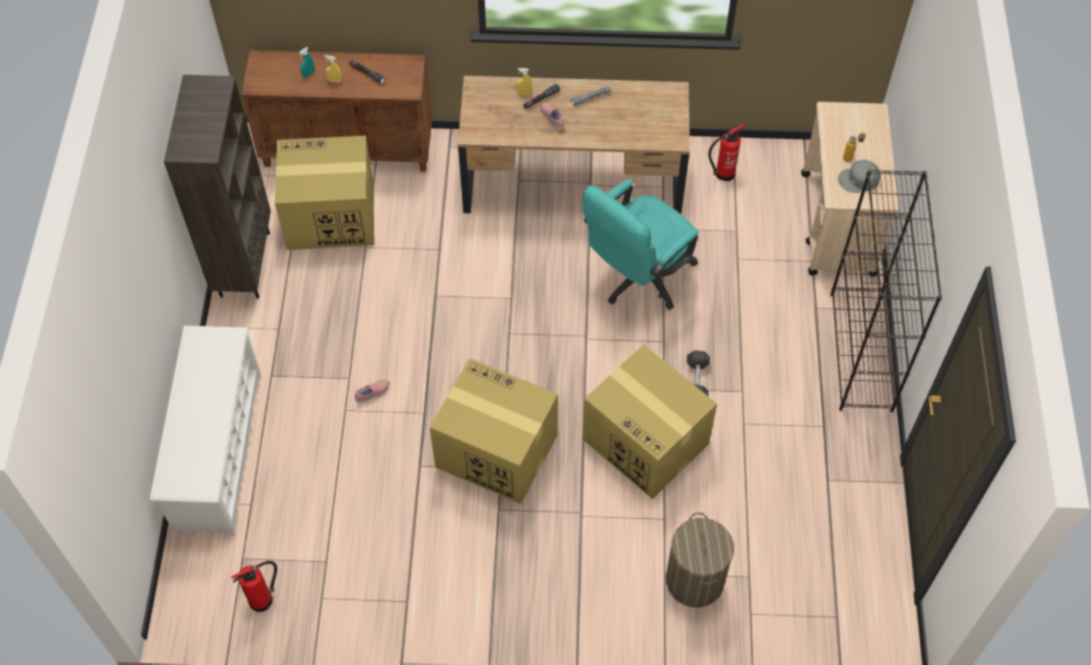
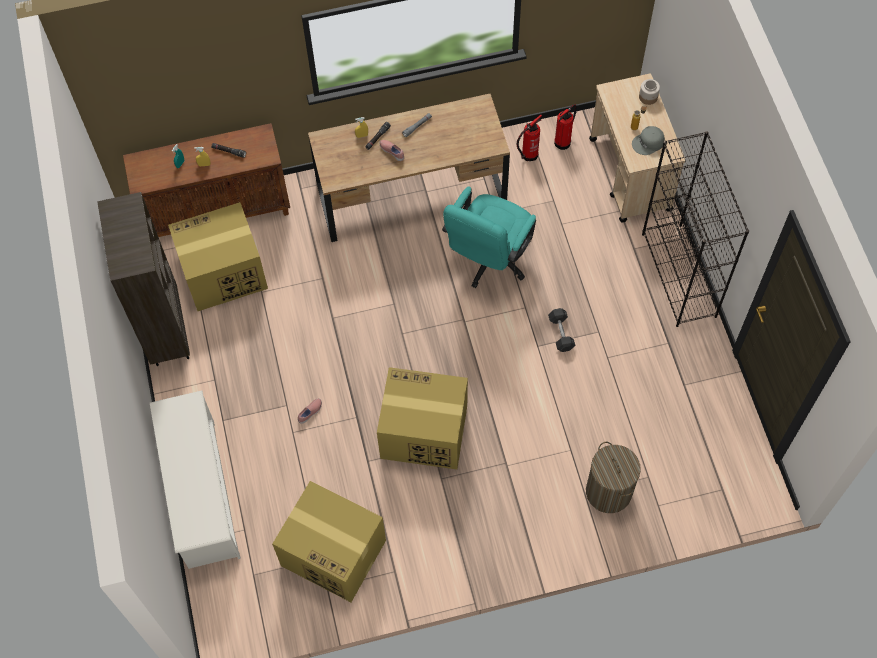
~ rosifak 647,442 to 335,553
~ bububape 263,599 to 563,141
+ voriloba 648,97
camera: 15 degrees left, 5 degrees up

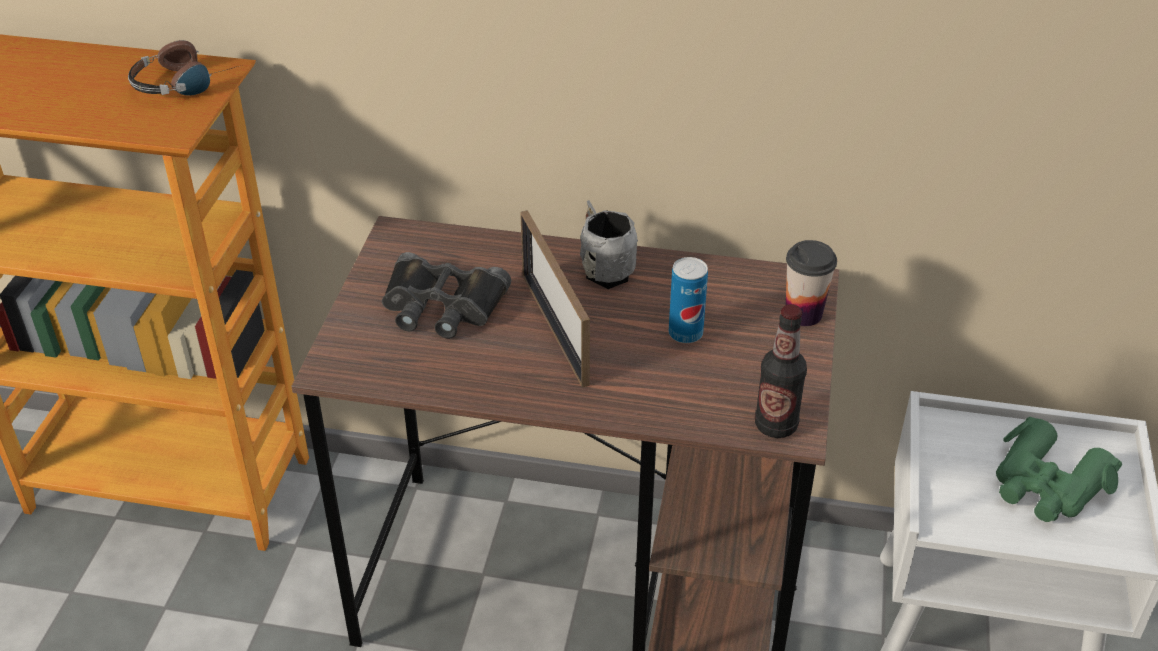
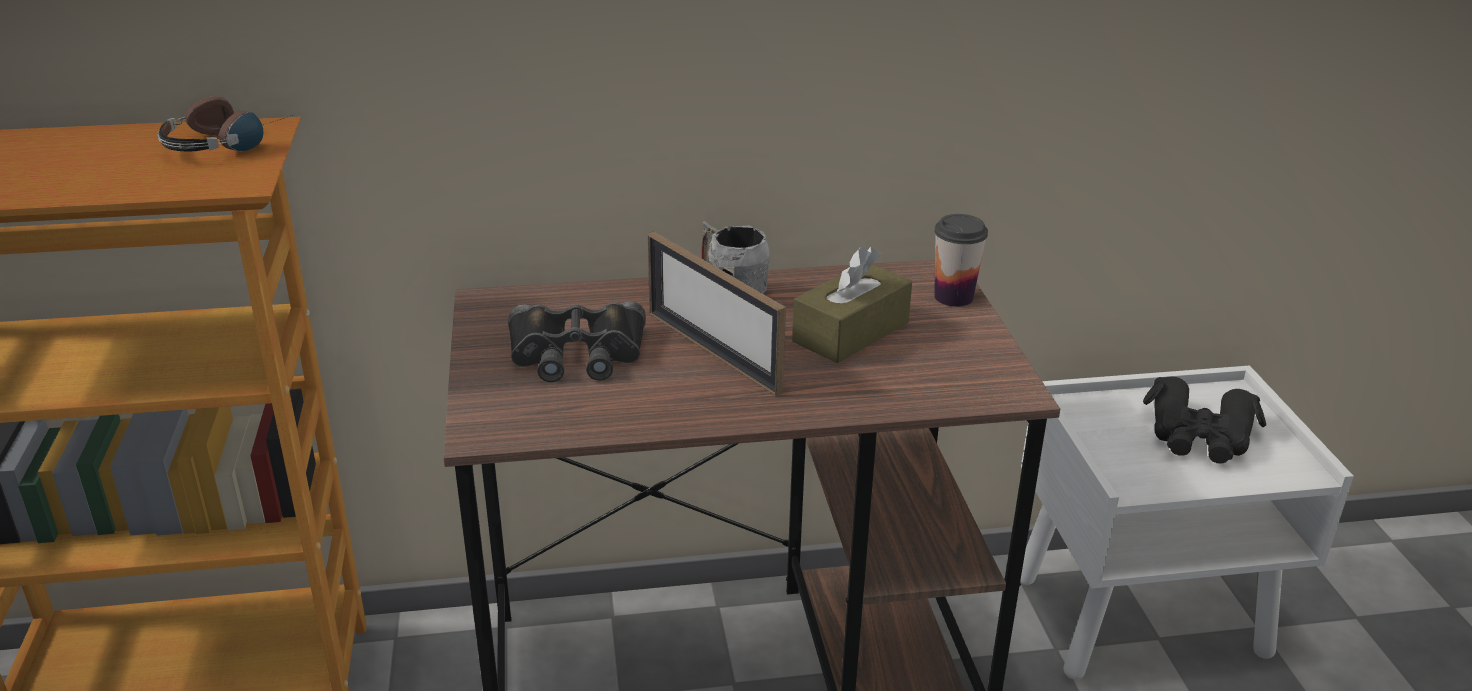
~ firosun 685,333 to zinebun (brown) 851,332
- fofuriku 775,425
~ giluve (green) 1046,485 to giluve (black) 1199,435
camera: 20 degrees left, 10 degrees down

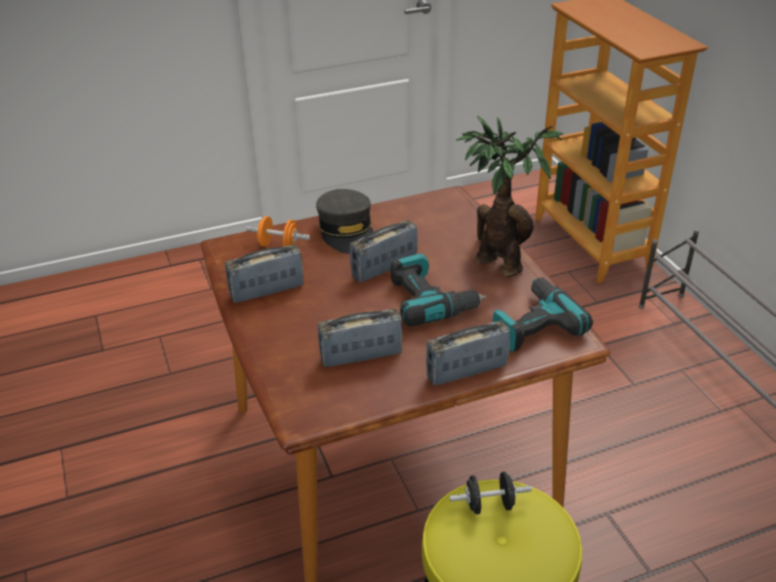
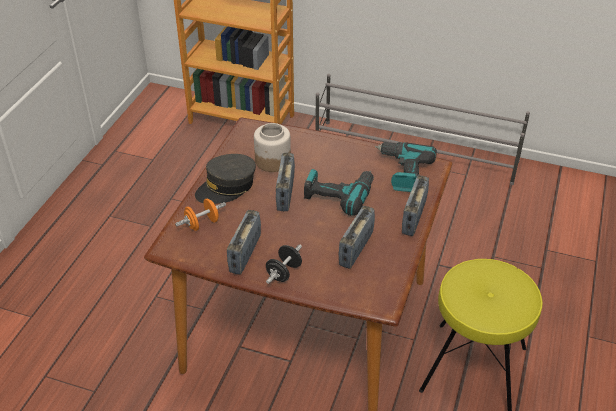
- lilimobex 496,261
~ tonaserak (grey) 346,231 = 226,187 120 degrees clockwise
~ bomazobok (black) 489,505 to 284,272
+ voriloba 272,160
camera: 50 degrees left, 5 degrees up

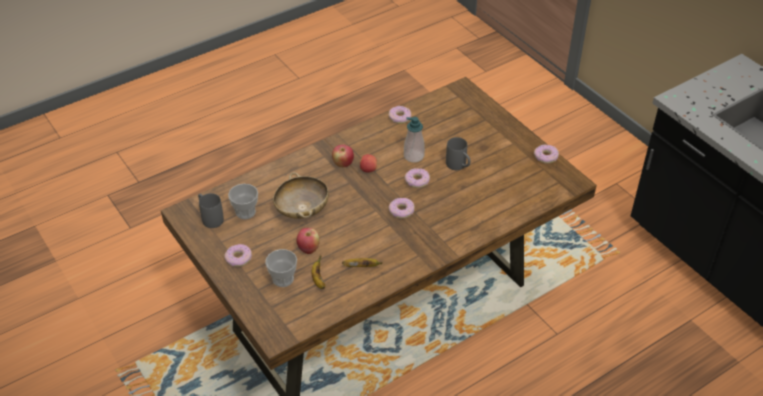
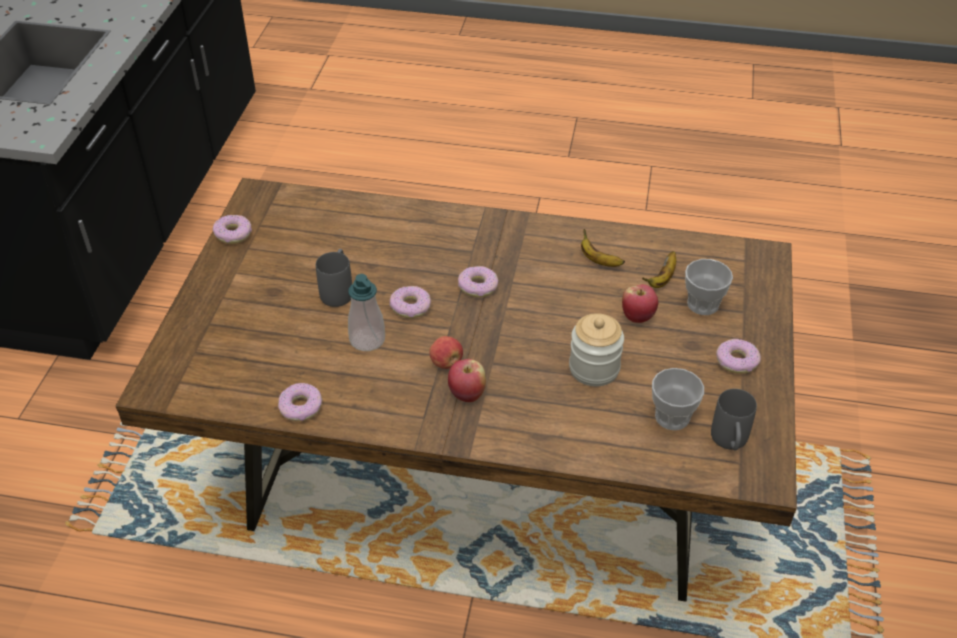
~ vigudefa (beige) 302,210 to voriloba 594,368
camera: 135 degrees left, 0 degrees up

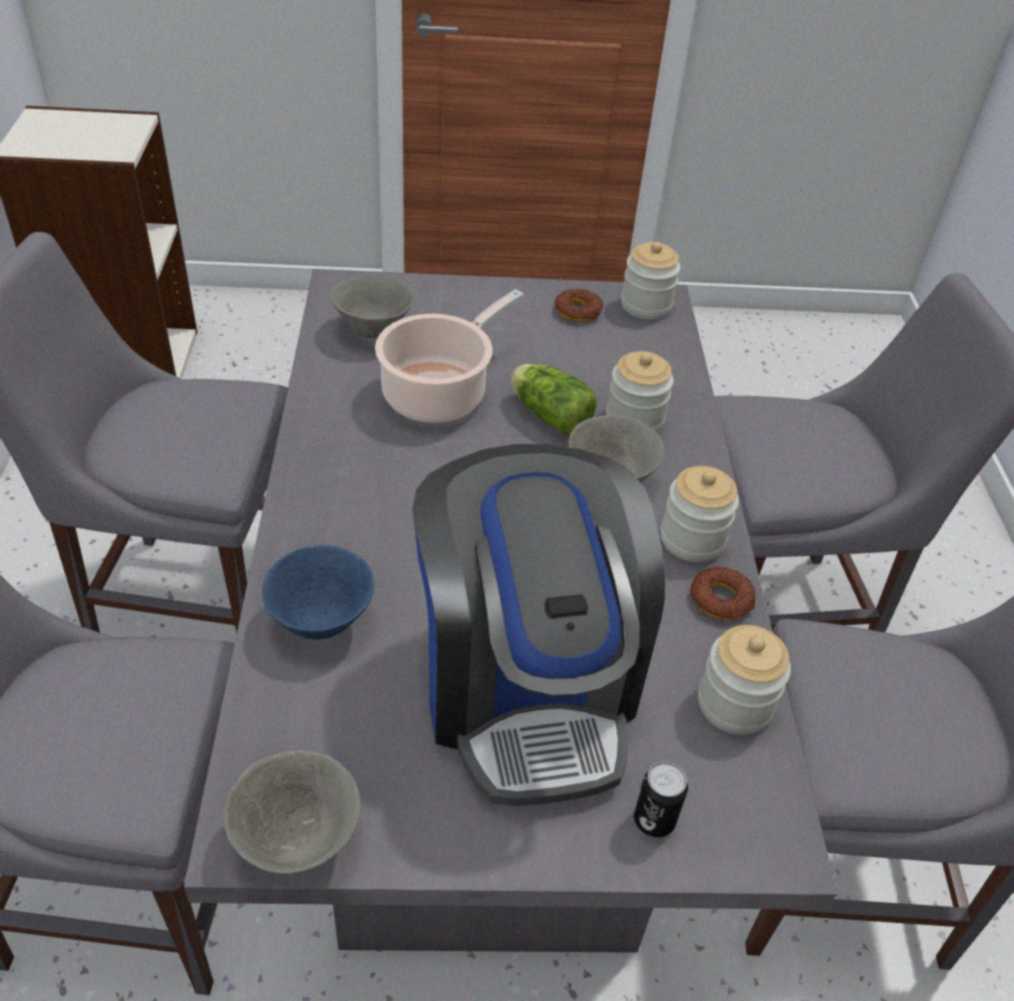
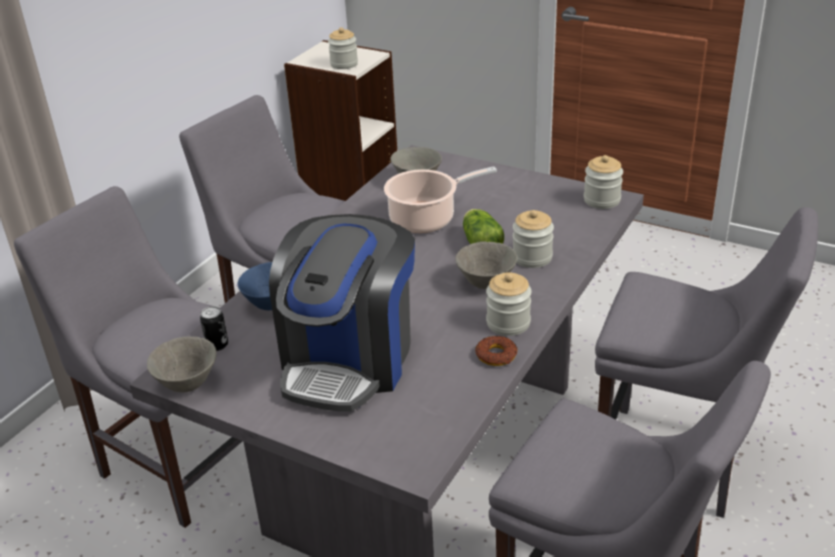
- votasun 578,311
~ voriloba 734,704 to 344,64
~ firosun 654,819 to 217,345
camera: 35 degrees right, 10 degrees down

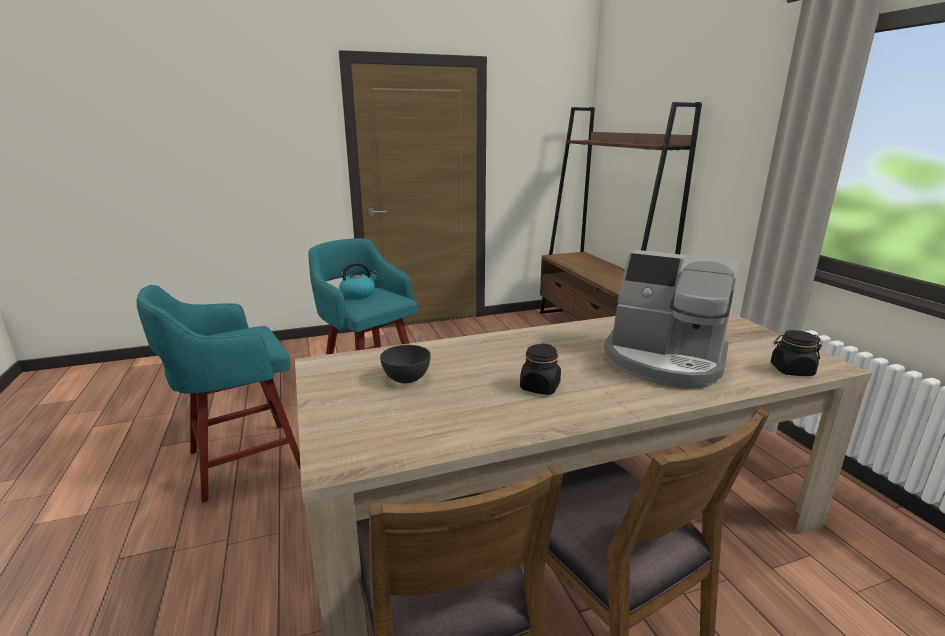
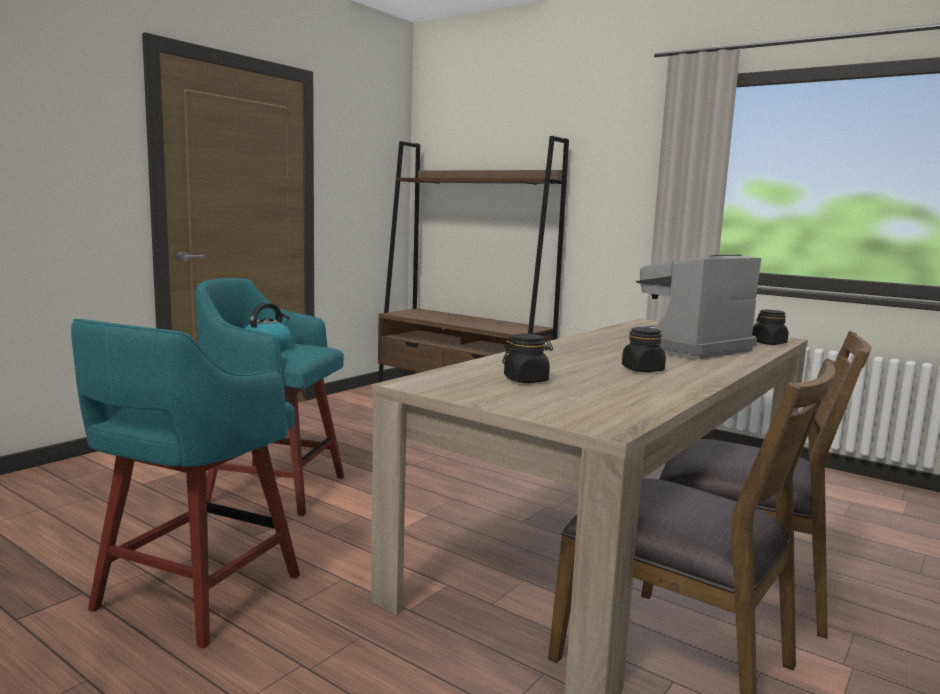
~ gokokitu 664,360 = 687,347 150 degrees clockwise
~ vigudefa (grey) 406,379 to voriloba (black) 526,380
camera: 35 degrees left, 10 degrees down

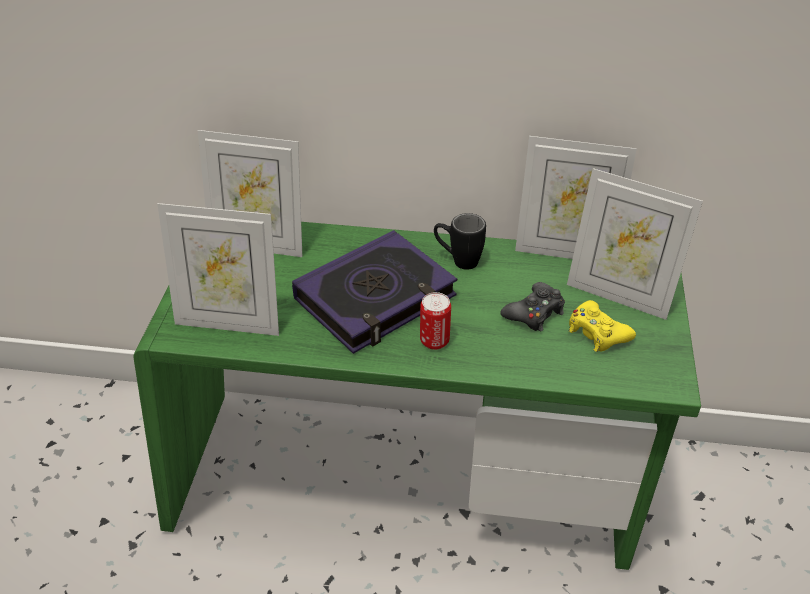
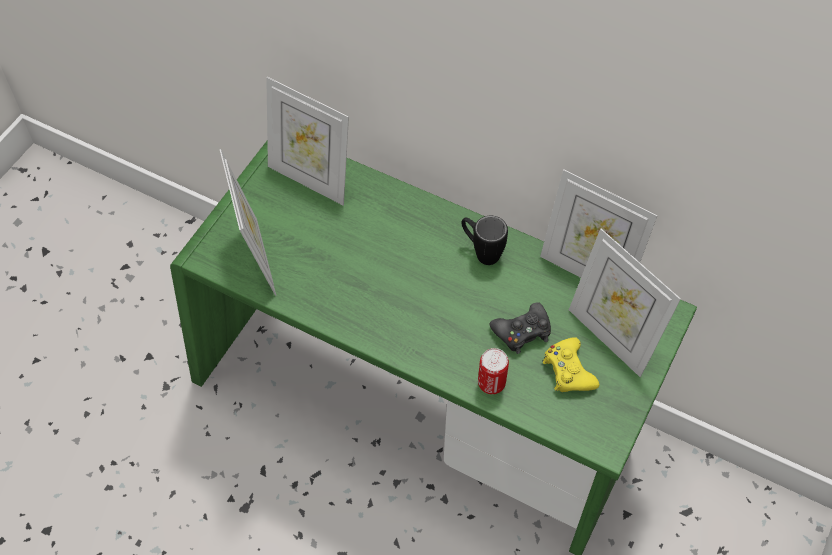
~ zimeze 229,322 = 256,258 135 degrees counterclockwise
- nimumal 375,299
~ firosun 434,341 to 491,383
camera: 20 degrees right, 15 degrees up

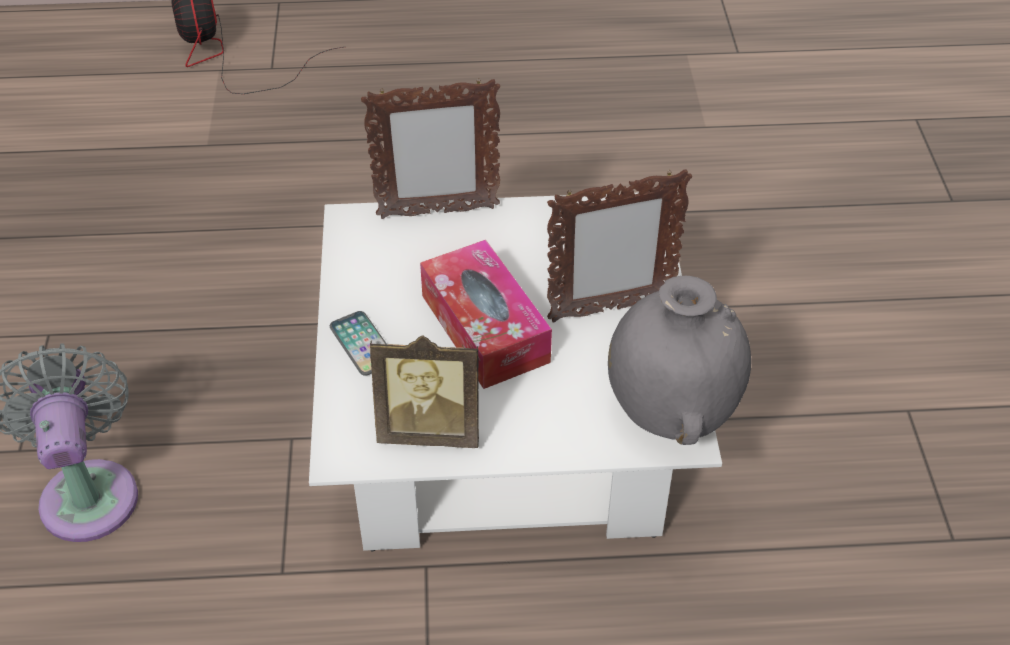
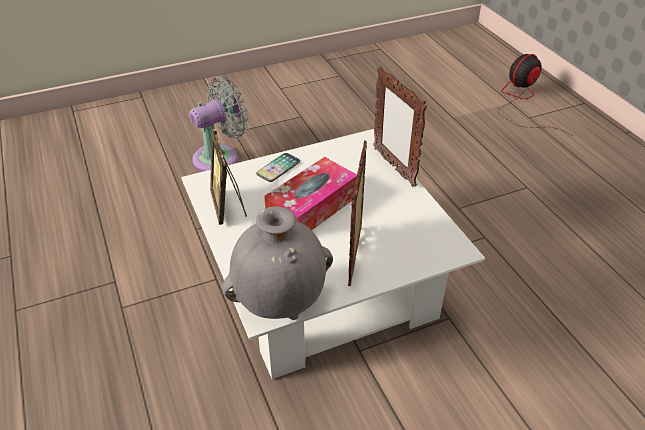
~ zimeze 609,309 = 356,255 45 degrees clockwise
camera: 70 degrees right, 5 degrees down

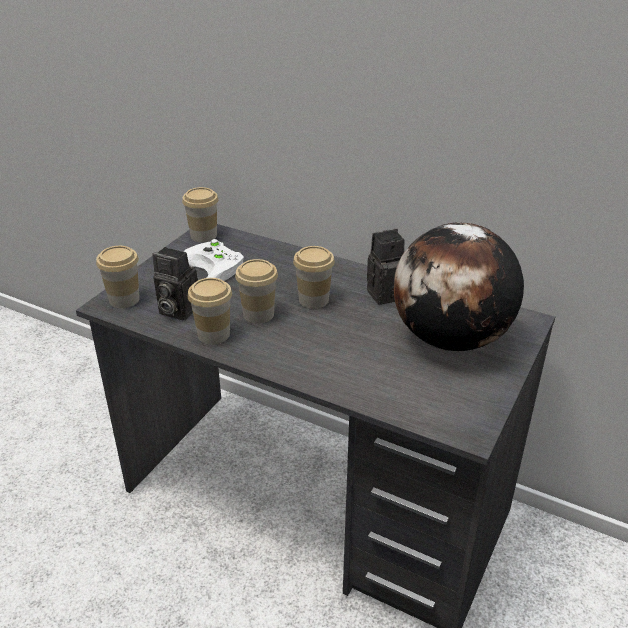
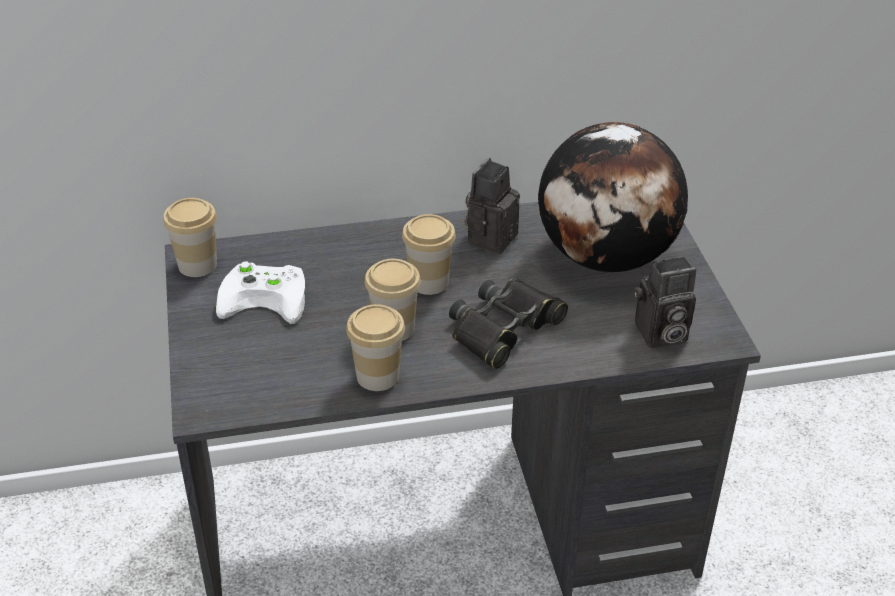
- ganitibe 124,299
~ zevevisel 176,310 to 659,335
+ giluve (black) 503,329
camera: 40 degrees left, 5 degrees up

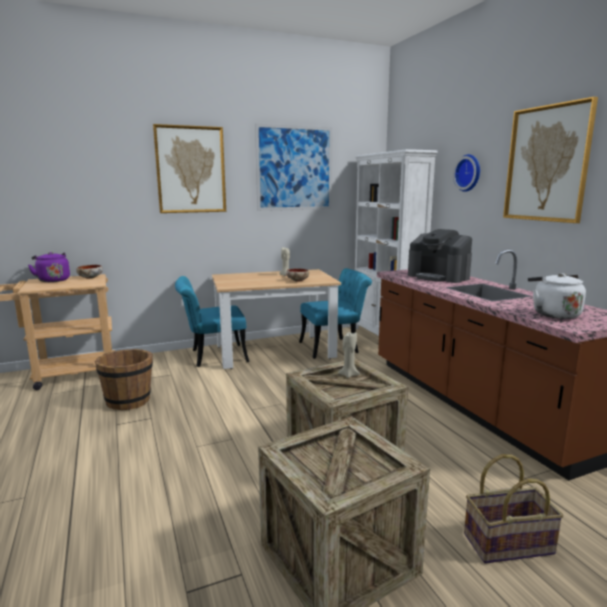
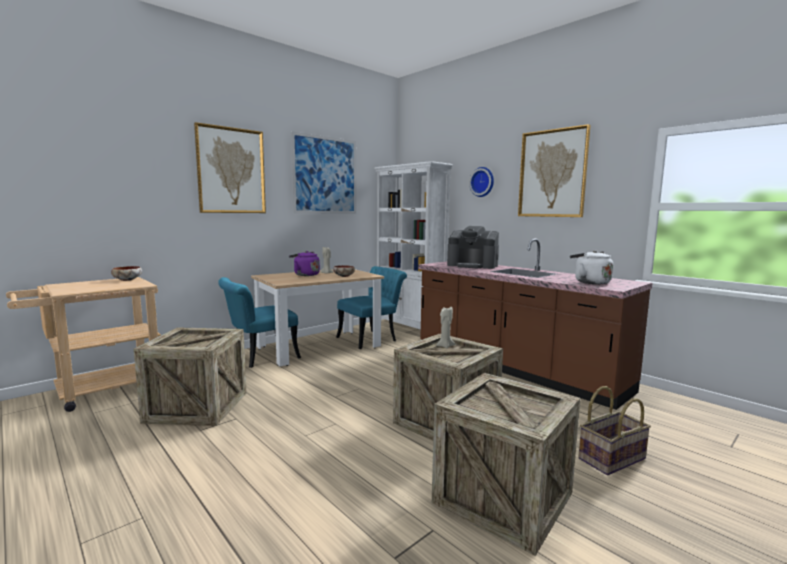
~ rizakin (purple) 53,280 to 305,275
~ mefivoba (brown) 128,401 to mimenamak 197,407
camera: 20 degrees left, 5 degrees down

